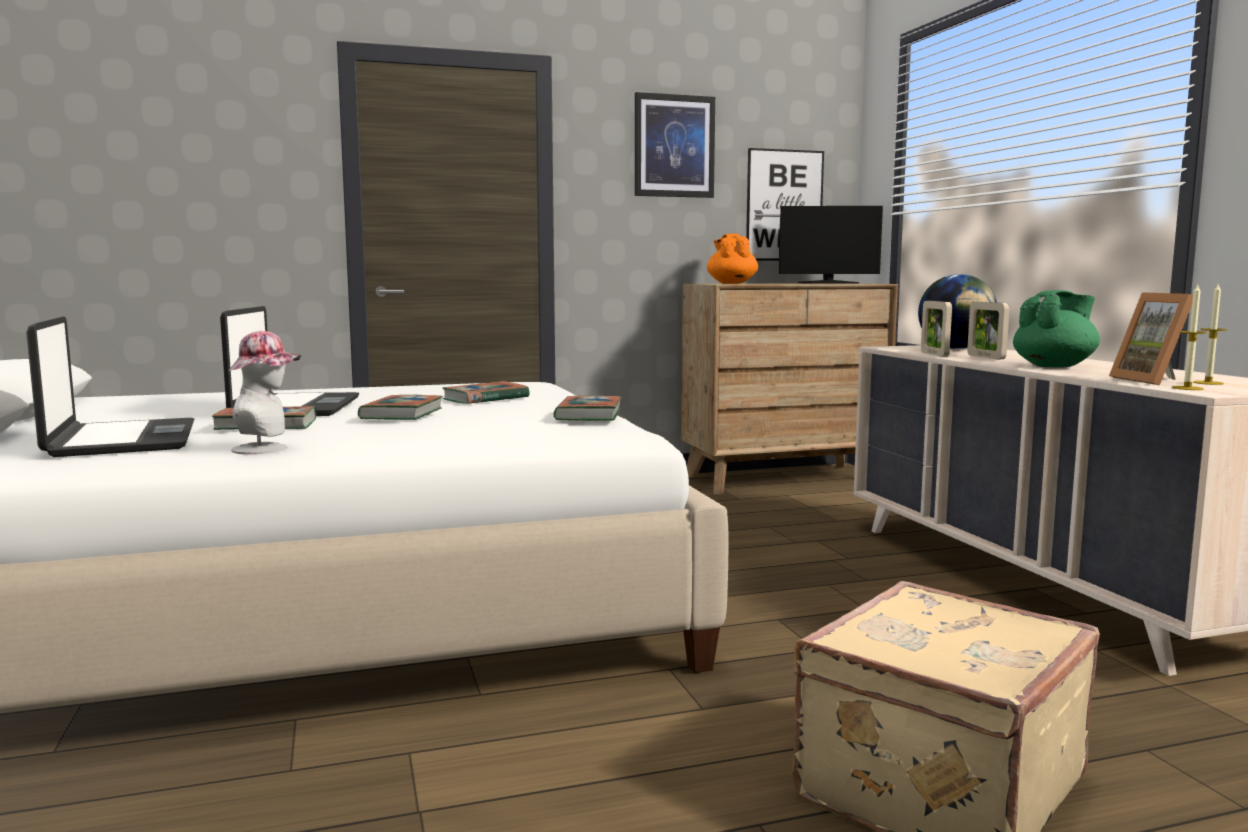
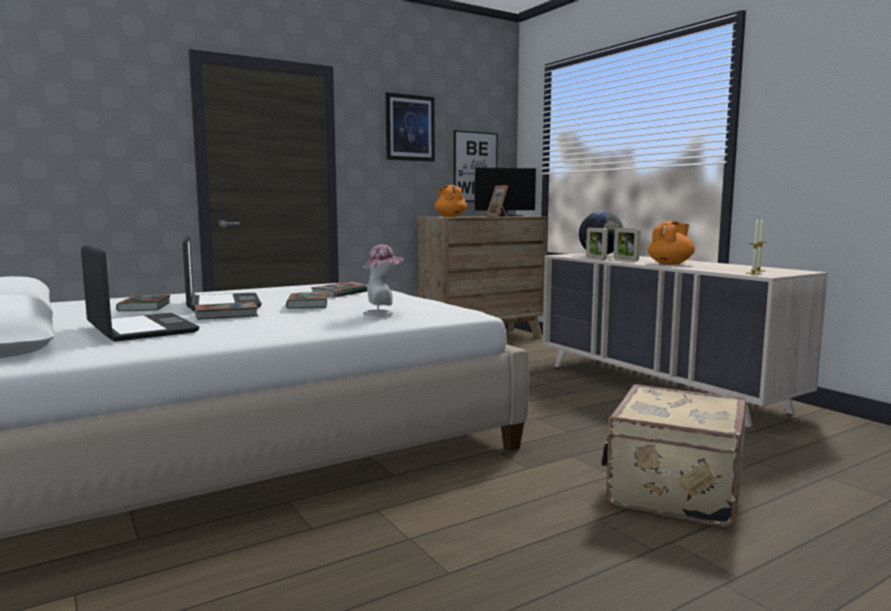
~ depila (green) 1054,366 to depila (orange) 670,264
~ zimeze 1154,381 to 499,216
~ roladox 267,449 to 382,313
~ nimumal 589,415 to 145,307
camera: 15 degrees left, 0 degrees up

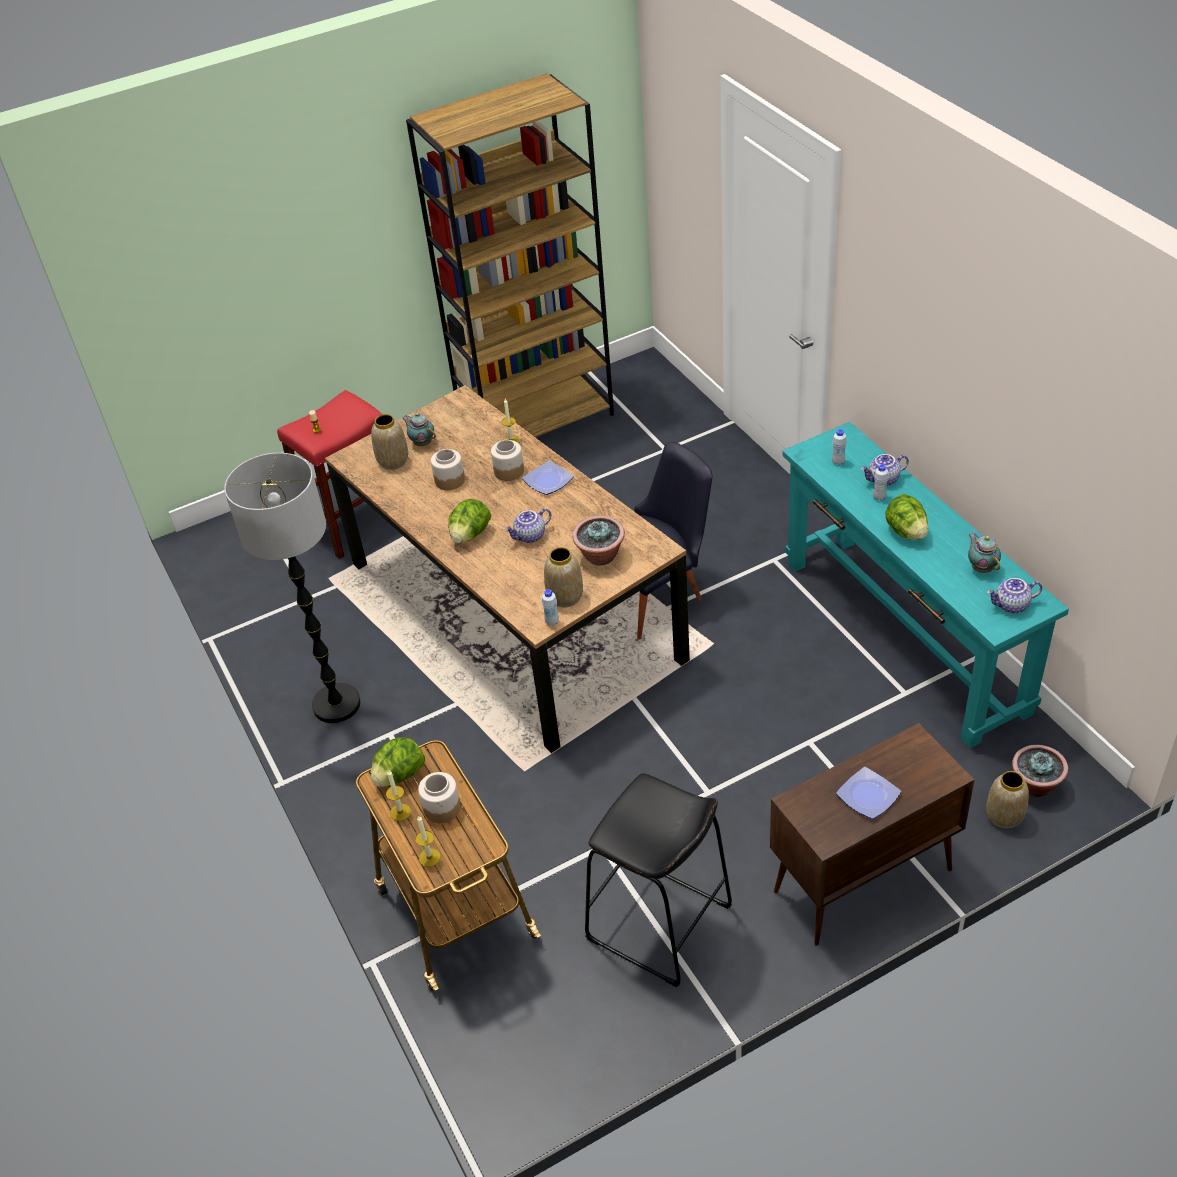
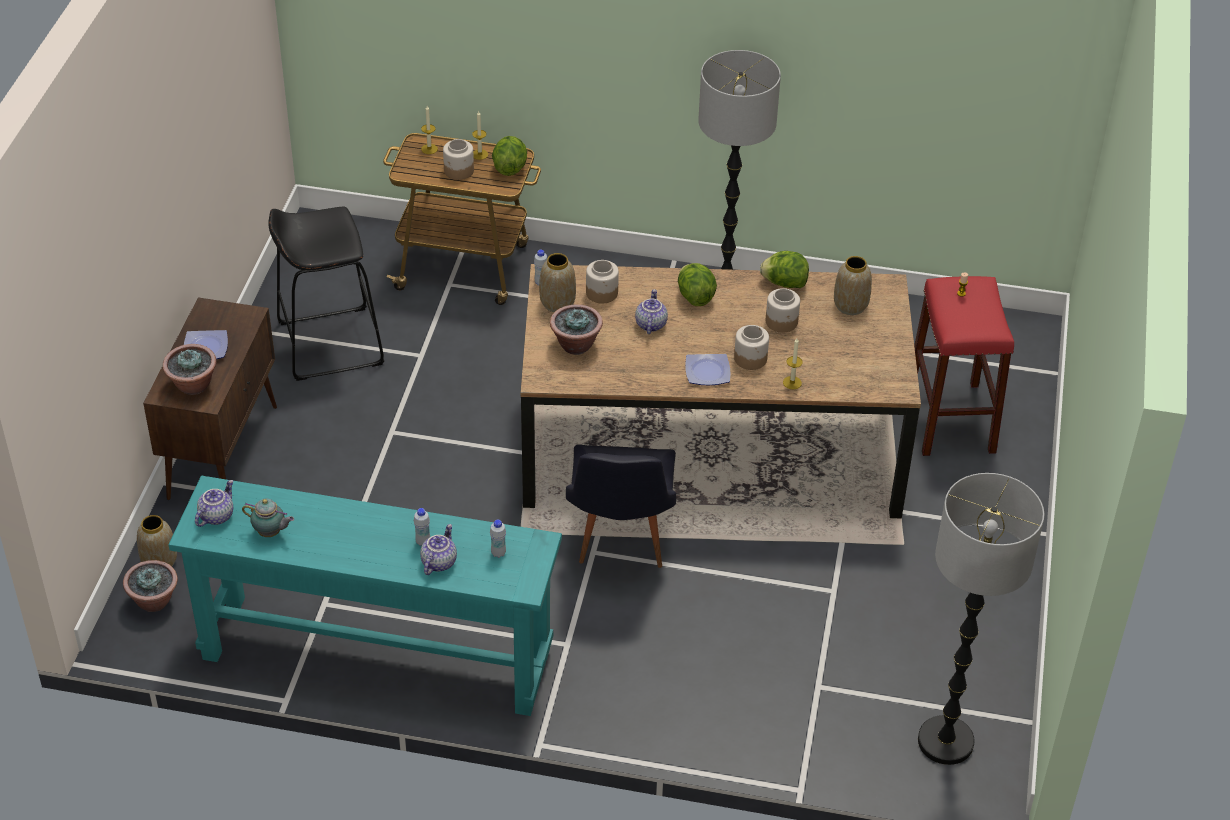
- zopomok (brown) 537,420
- depila 422,443
~ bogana 906,532 to 784,283
+ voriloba 602,293
+ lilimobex 193,386
+ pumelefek 945,741
camera: 125 degrees right, 0 degrees up

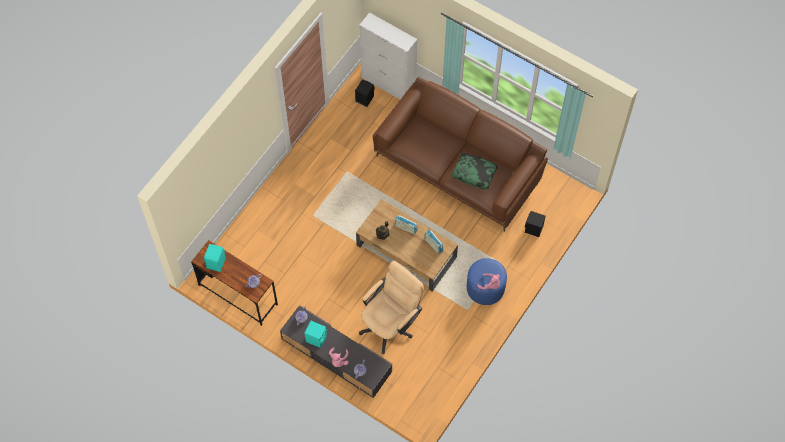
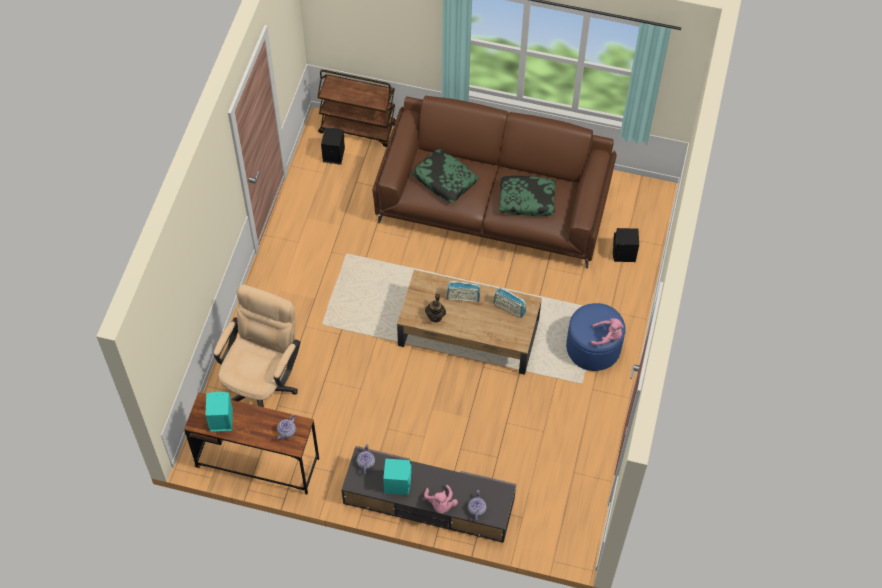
~ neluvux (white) 388,84 to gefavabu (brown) 358,128
~ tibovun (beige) 391,323 to 262,383
+ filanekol 444,180
camera: 20 degrees left, 5 degrees down

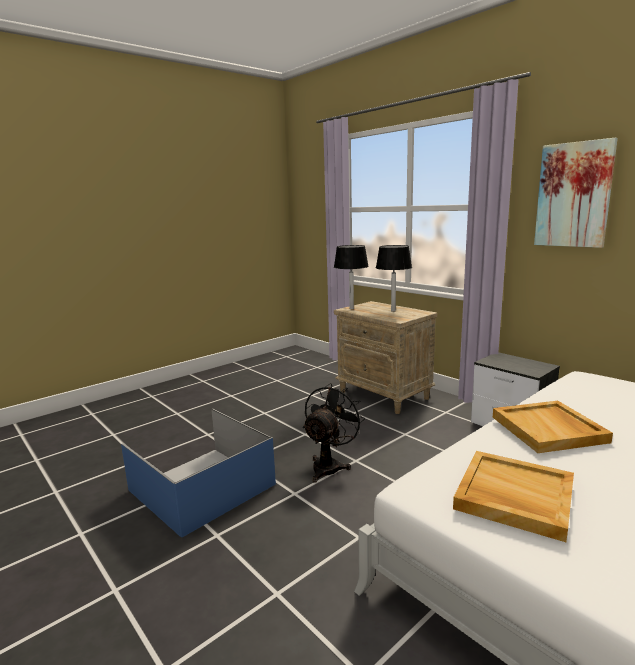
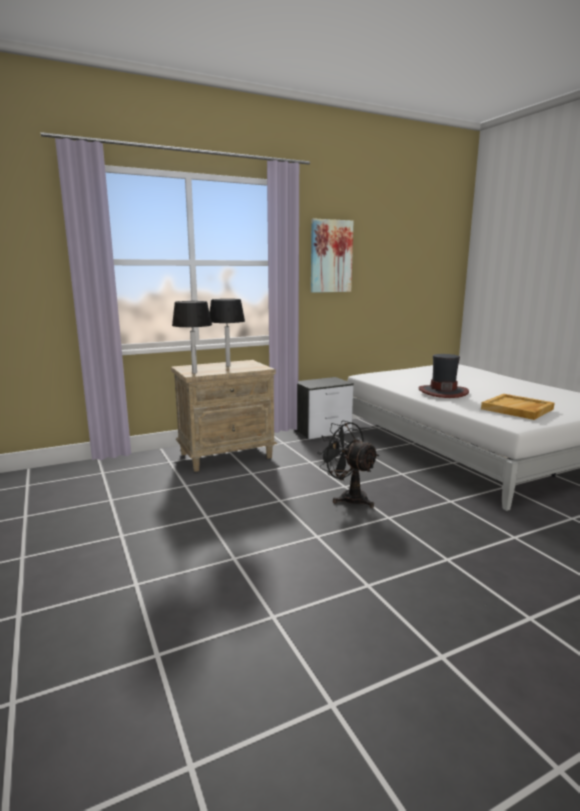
~ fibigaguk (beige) 549,429 to roladox 443,392
- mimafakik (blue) 203,486
camera: 75 degrees left, 0 degrees up

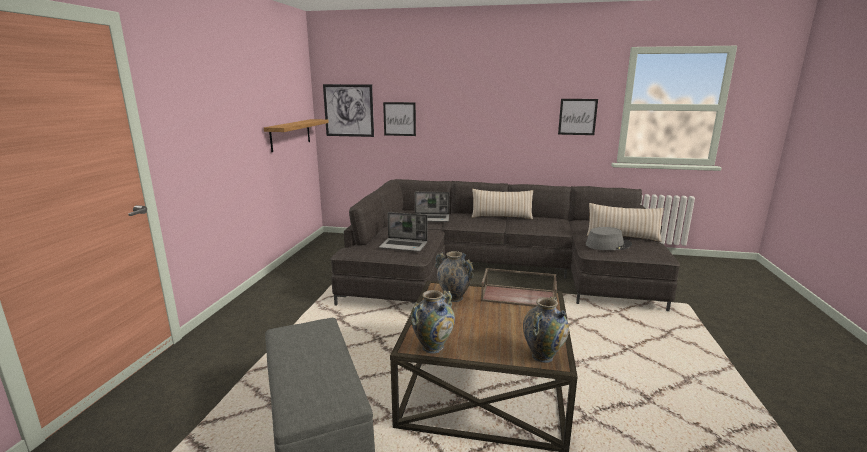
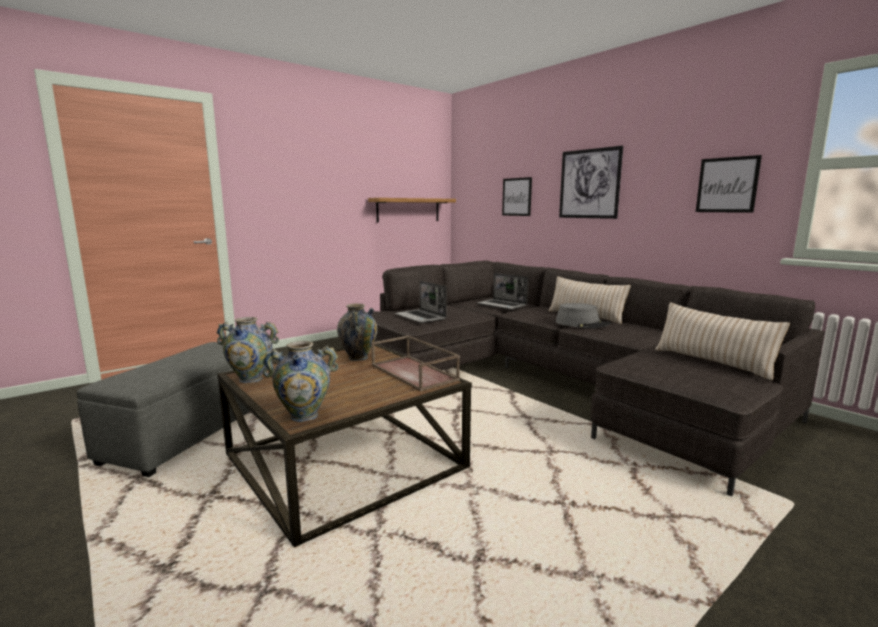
~ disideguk 348,110 to 589,184
~ roladox (grey) 608,245 to 582,324
camera: 40 degrees right, 5 degrees down

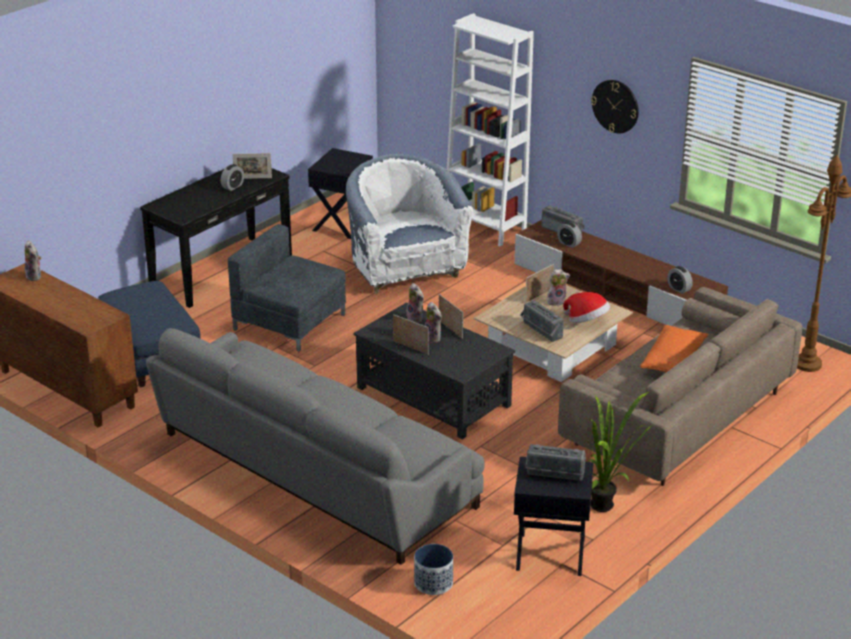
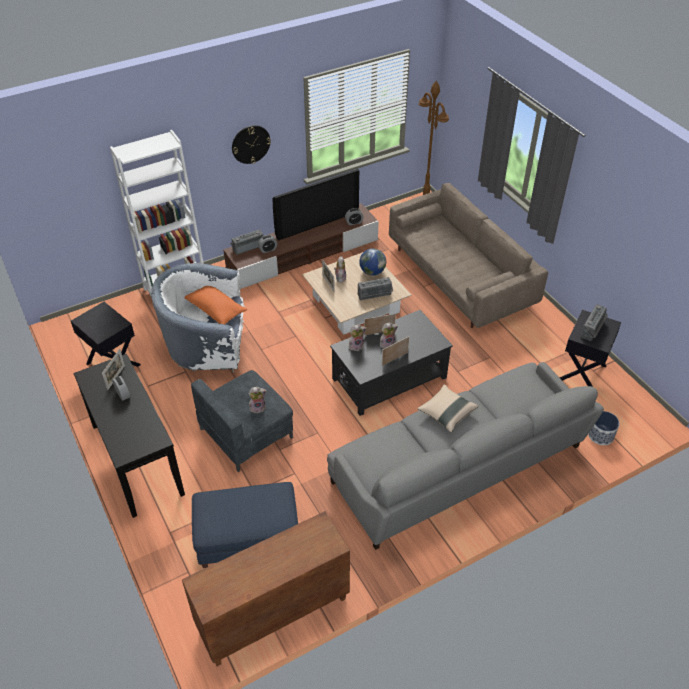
~ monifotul 35,276 to 258,407
~ roladox 587,321 to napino 372,272
~ filanekol (orange) 673,361 to 216,310
- lilimobex 607,506
+ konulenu 316,222
+ filanekol (beige) 446,413
camera: 70 degrees left, 15 degrees up

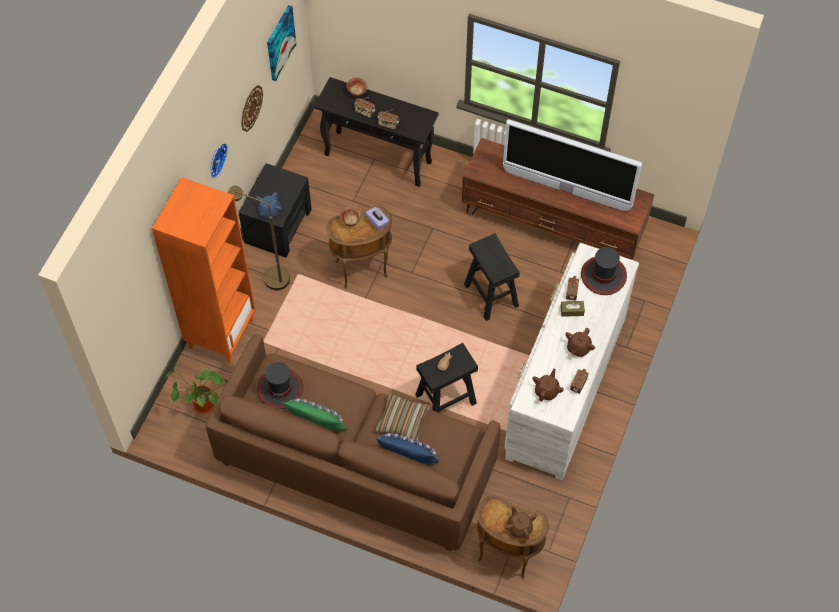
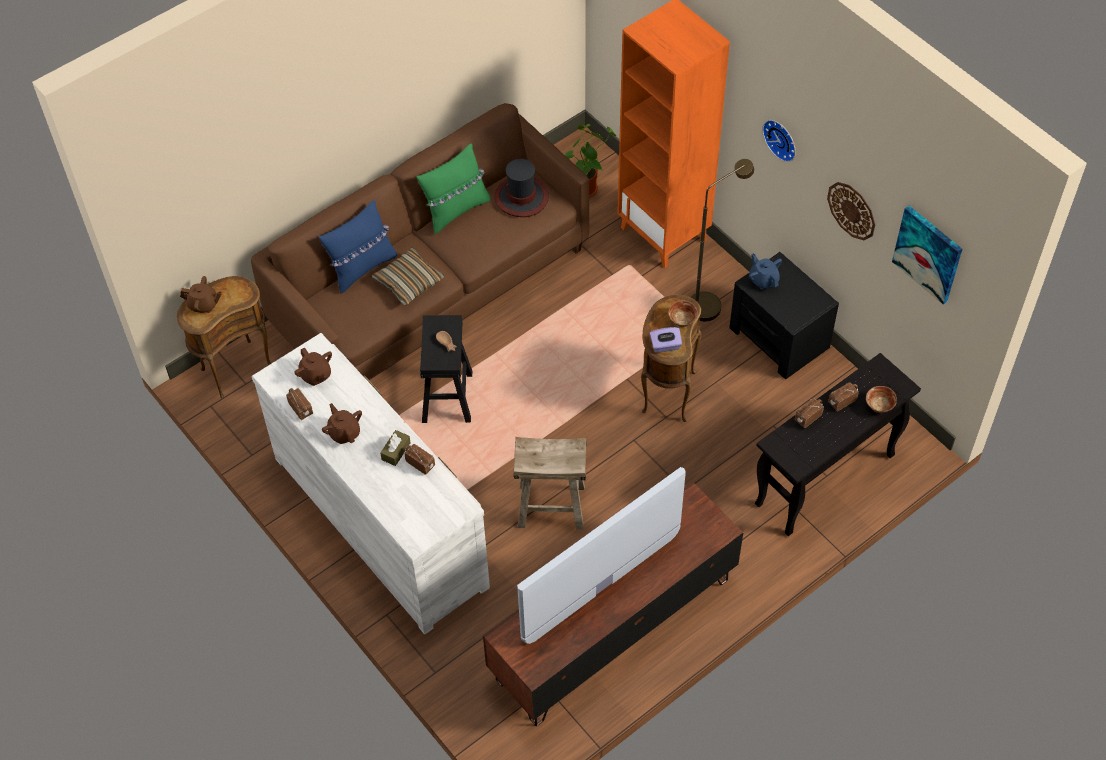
~ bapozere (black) 491,295 to bapozere (beige) 551,507
- roladox 603,276
camera: 120 degrees right, 5 degrees down

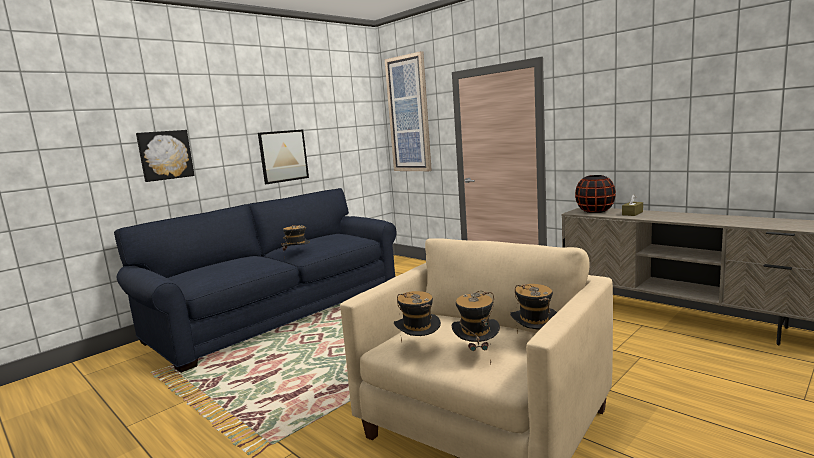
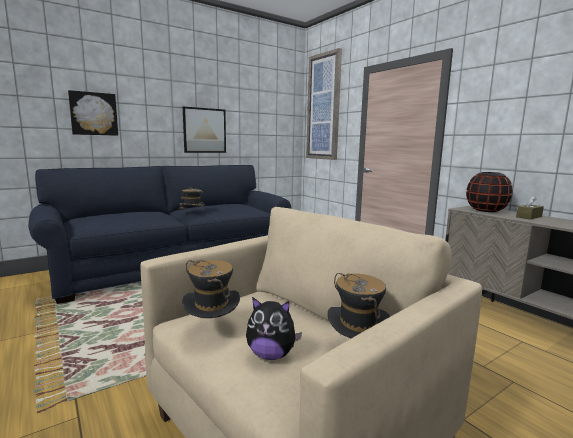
~ roladox 476,354 to monifotul 271,355
camera: 10 degrees right, 0 degrees up

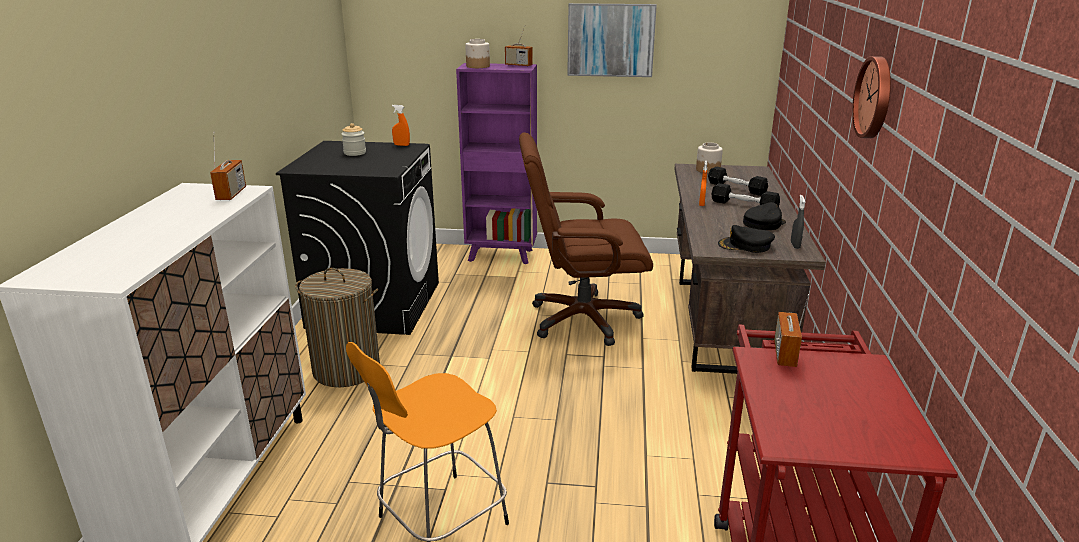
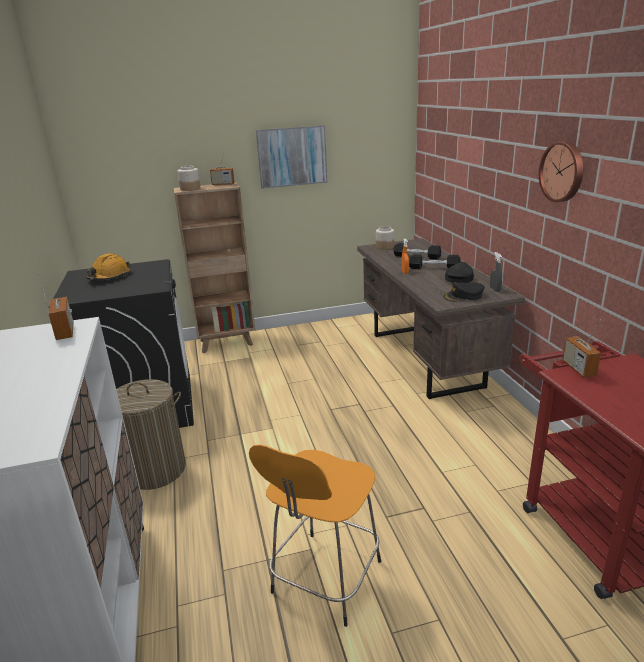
~ zopomok (purple) 502,255 to zopomok (brown) 227,343
- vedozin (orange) 401,145
~ voriloba 355,153 to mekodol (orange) 109,277
- tibovun (brown) 582,319
camera: 20 degrees left, 0 degrees up

